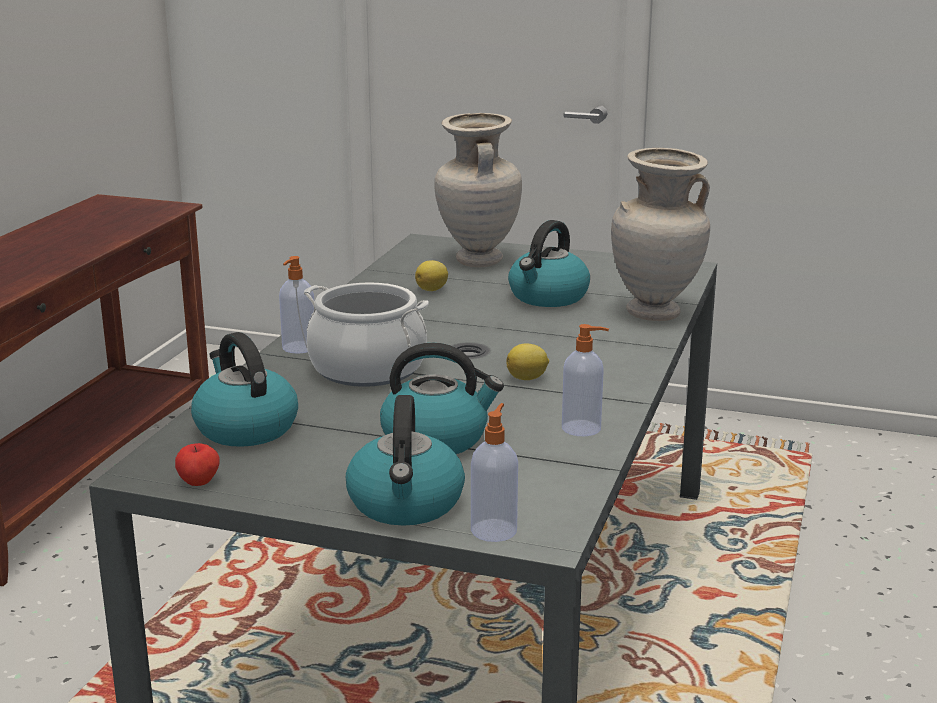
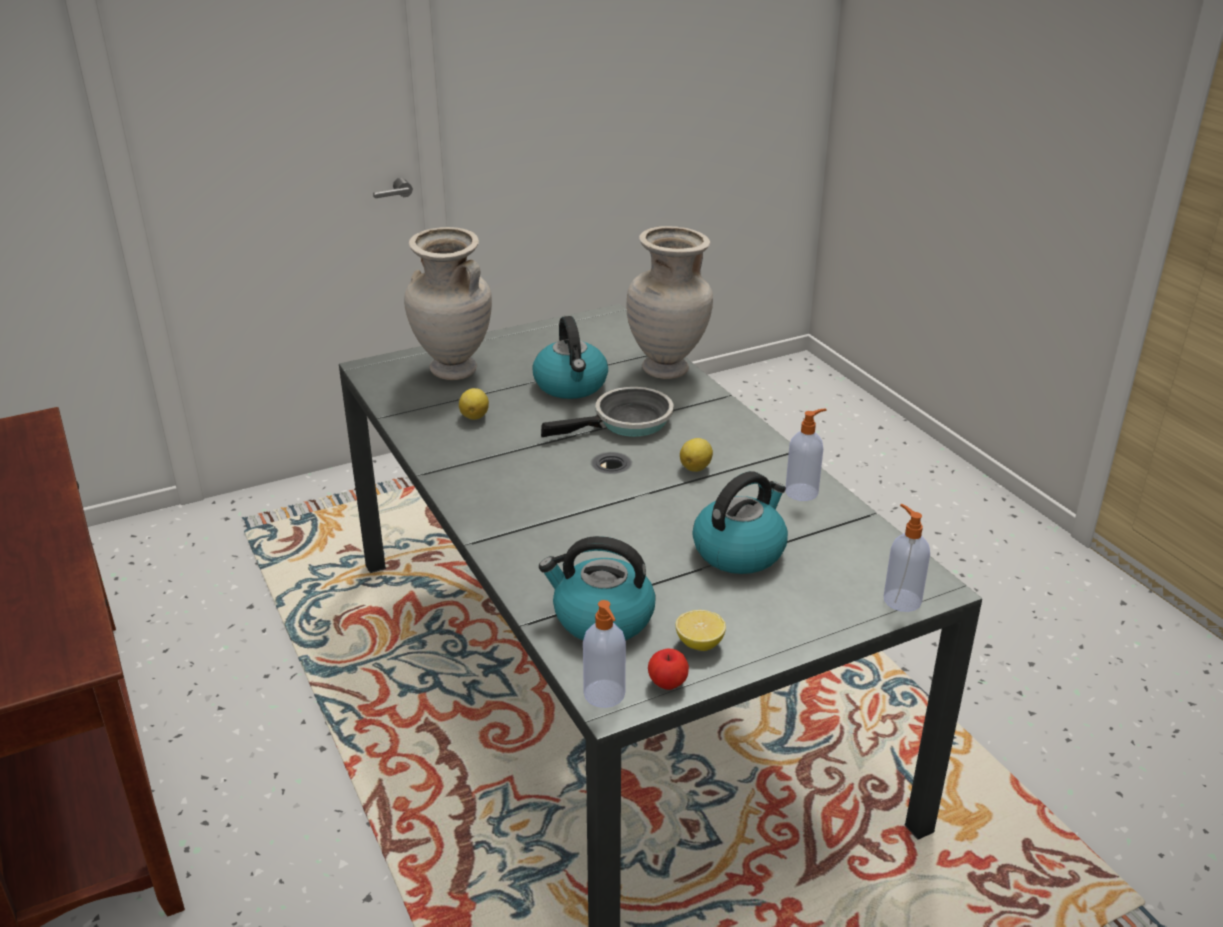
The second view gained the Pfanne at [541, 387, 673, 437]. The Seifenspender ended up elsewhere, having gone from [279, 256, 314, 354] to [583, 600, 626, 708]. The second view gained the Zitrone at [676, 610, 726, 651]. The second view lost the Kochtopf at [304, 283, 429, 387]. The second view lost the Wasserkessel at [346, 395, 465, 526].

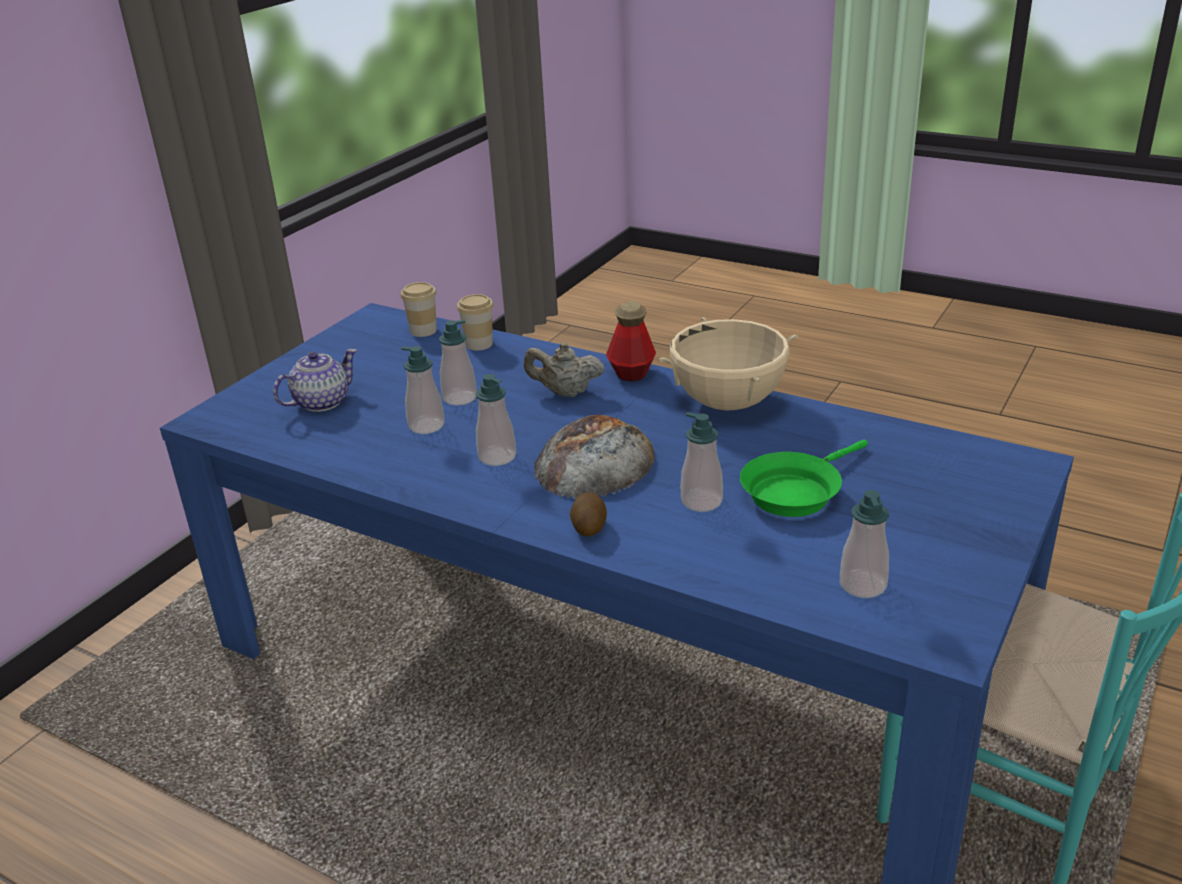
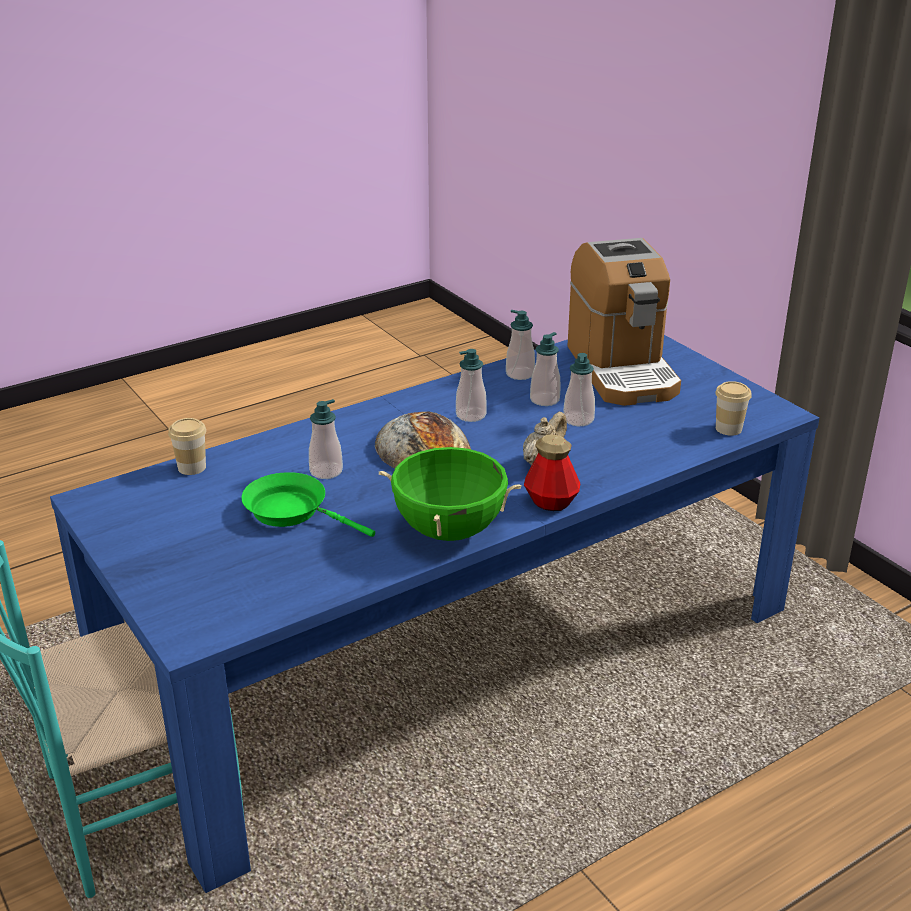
The Tasse ended up elsewhere, having gone from [457, 294, 494, 351] to [168, 418, 206, 475]. The Pfanne (grün) at [740, 440, 868, 517] ended up facing another way, 45 degrees counterclockwise from before. What was the Kochtopf (beige) at [659, 317, 798, 410] turned into the Kochtopf (grün) at [379, 442, 521, 541]. The Seifenspender ended up elsewhere, having gone from [840, 490, 889, 598] to [506, 310, 535, 380]. Where the Teekanne stood at [273, 349, 357, 412], the Kaffeemaschine came to stand at [567, 238, 681, 406]. The second view lost the Kartoffel at [570, 492, 607, 537].

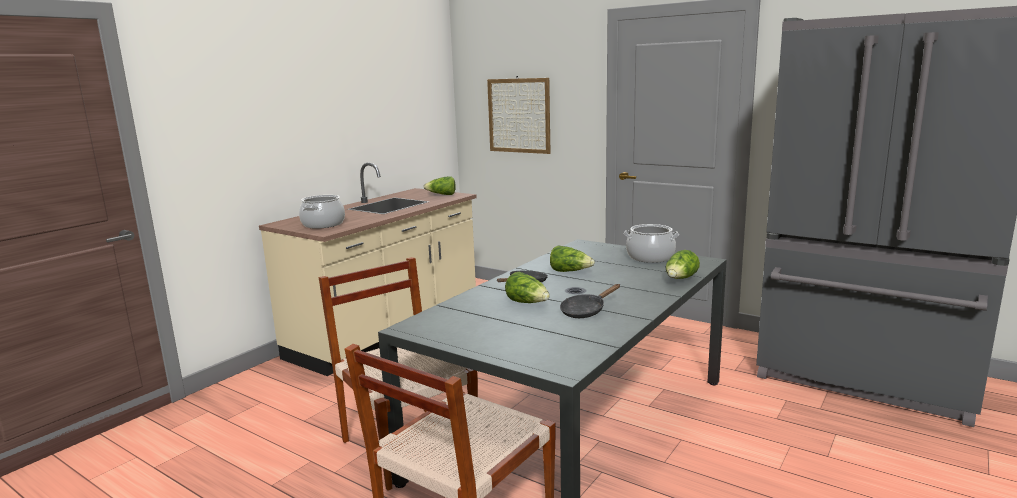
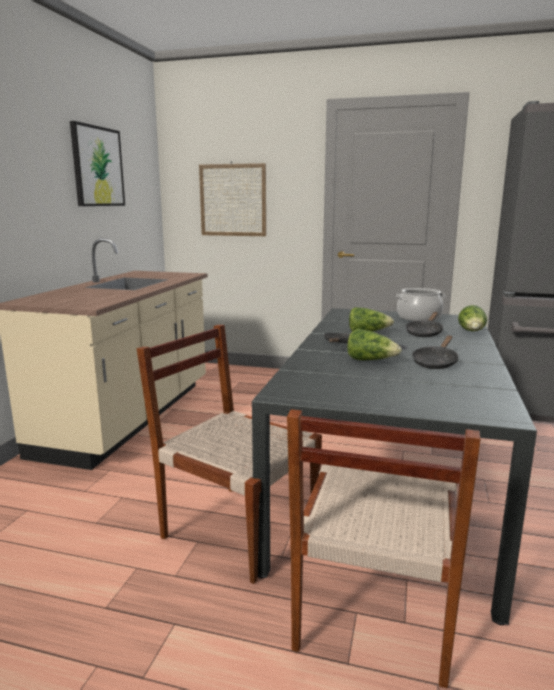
The second view gained the Bild at [70, 121, 125, 206]. The second view gained the Pfanne (schwarz) at [406, 312, 443, 337]. The second view lost the Kochtopf at [299, 195, 345, 229]. The second view lost the Salatkopf at [424, 176, 456, 195].

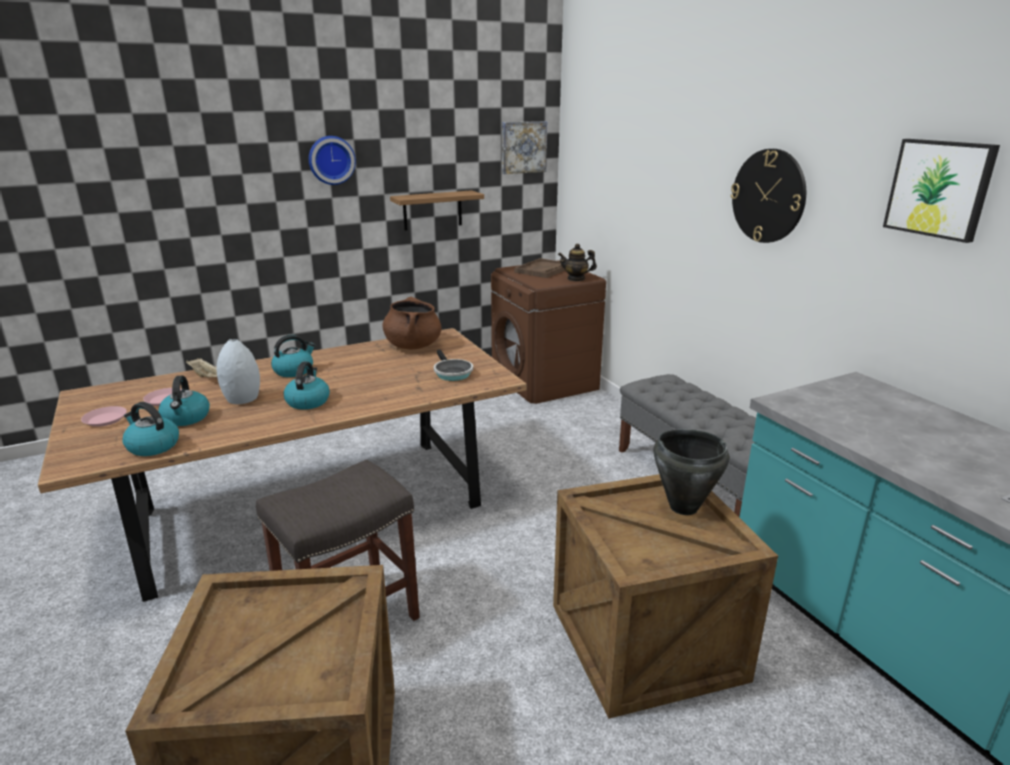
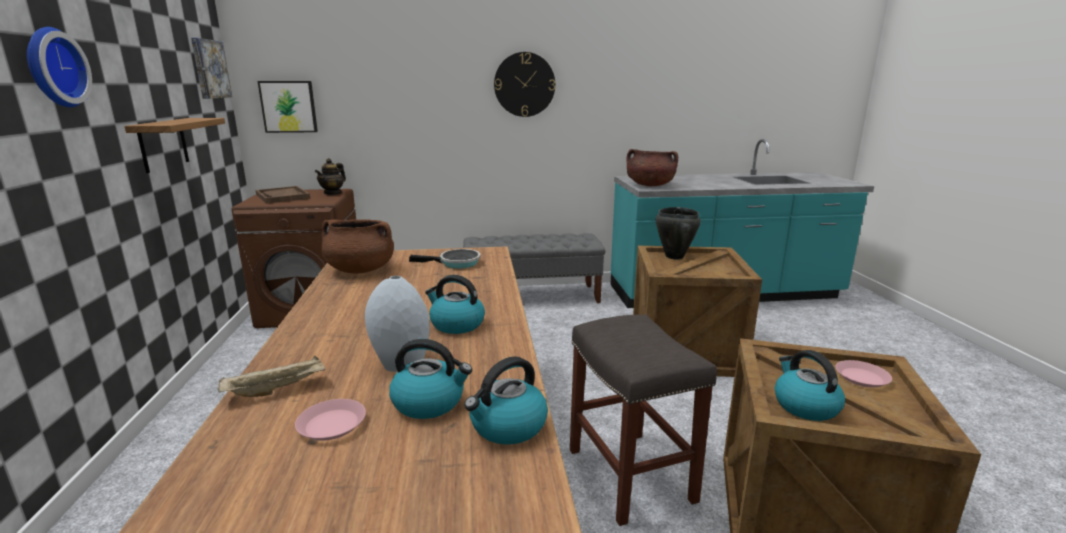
The Bild ended up elsewhere, having gone from [883, 139, 1000, 243] to [258, 81, 318, 133]. The second view gained the Kochtopf (braun) at [626, 149, 678, 186]. The Wasserkessel ended up elsewhere, having gone from [271, 335, 315, 377] to [775, 350, 845, 421]. The Teller (rosa) ended up elsewhere, having gone from [81, 406, 127, 427] to [835, 360, 892, 388].

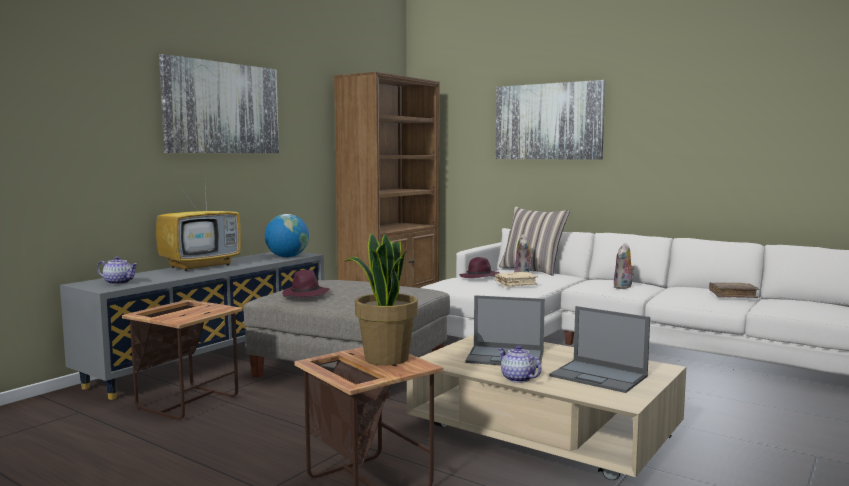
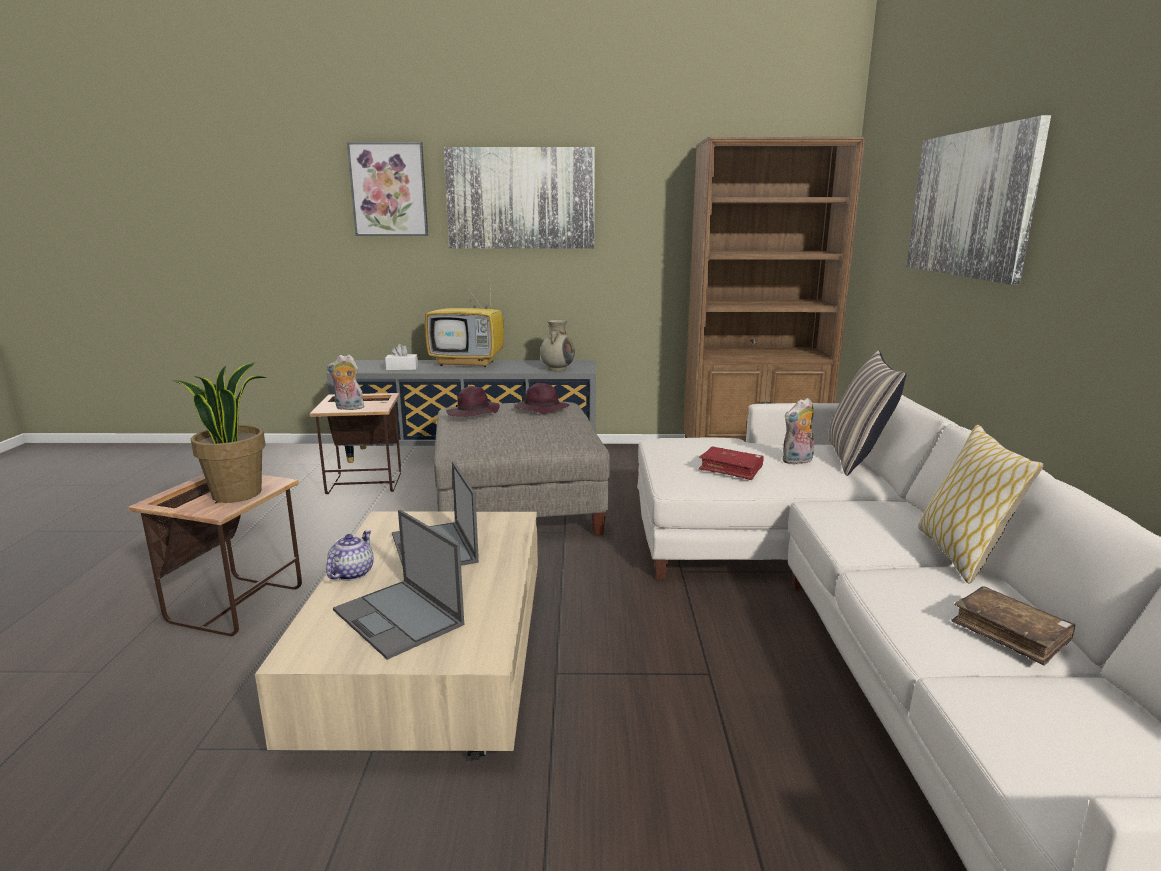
The Plüschtier ended up elsewhere, having gone from [613, 243, 635, 289] to [327, 355, 364, 410]. The Laptop at [549, 306, 650, 393] ended up facing another way, 45 degrees counterclockwise from before. The second view gained the Bild at [347, 142, 428, 236]. The second view gained the Taschentuchbox (weiß) at [385, 344, 418, 370]. The Hut (lila) ended up elsewhere, having gone from [459, 257, 500, 278] to [514, 383, 569, 414]. Where the Globus stood at [265, 214, 309, 257], the Vase (beige) came to stand at [540, 320, 575, 371]. What was the Buch (beige) at [495, 272, 538, 287] turned into the Buch (rot) at [699, 447, 764, 480]. The second view gained the Kissen at [918, 425, 1043, 583]. The second view lost the Teekanne at [97, 256, 138, 285].

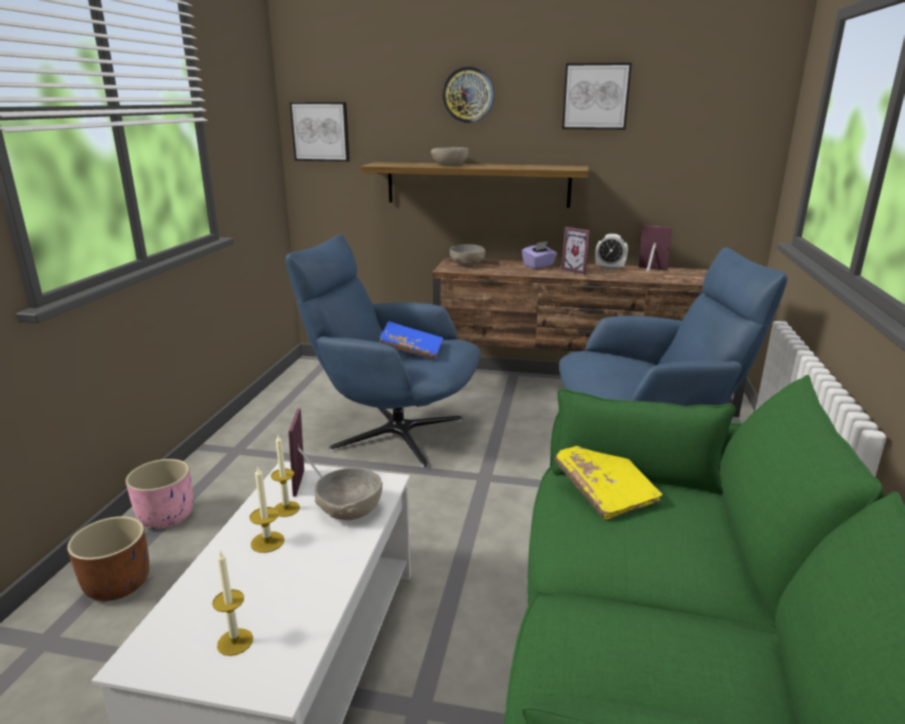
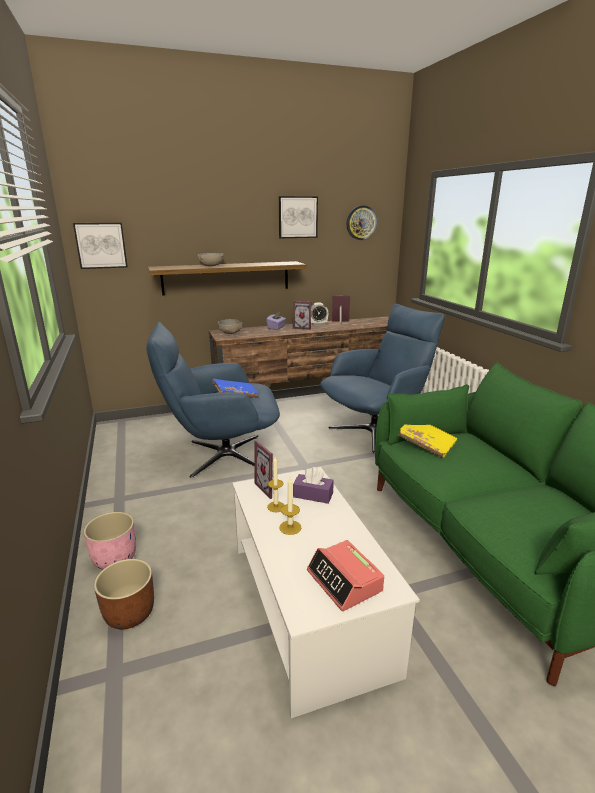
Where the Schüssel (grau) stood at [315, 468, 383, 520], the Taschentuchbox (lila) came to stand at [293, 467, 334, 504]. Where the Kerze stood at [212, 551, 253, 656], the Wecker came to stand at [307, 540, 384, 611]. The Wanduhr ended up elsewhere, having gone from [442, 66, 494, 123] to [346, 205, 377, 240].

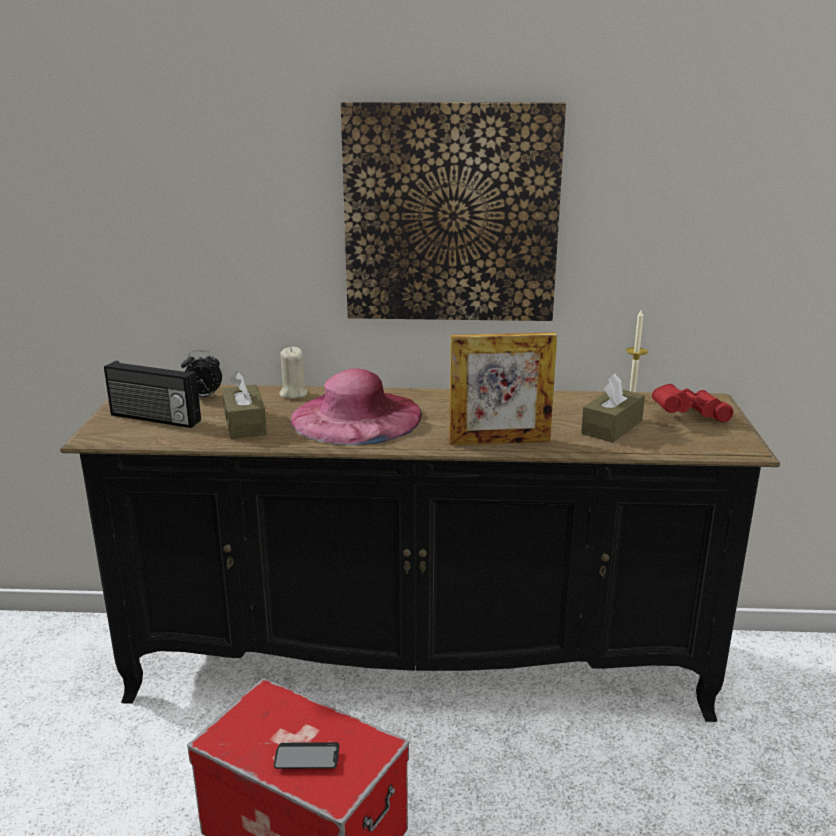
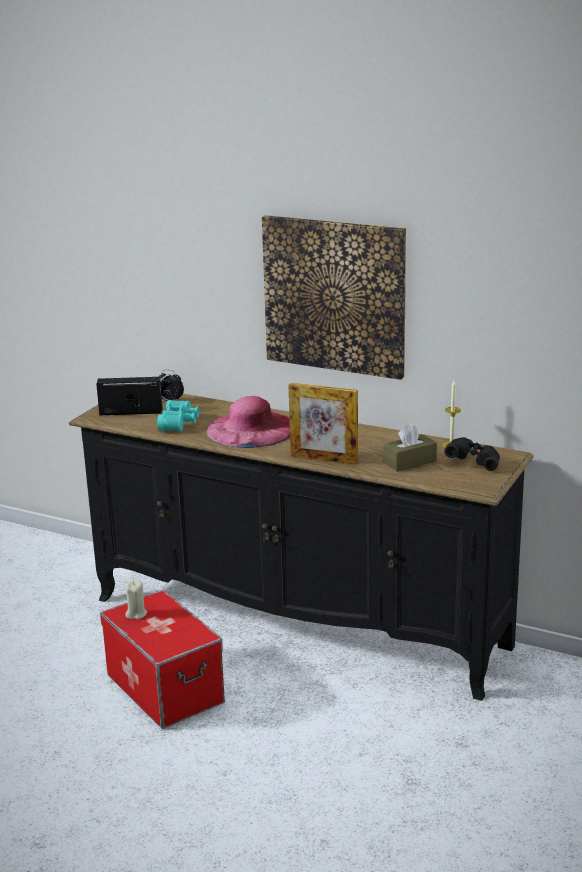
The Radio at [104, 361, 201, 428] ended up facing another way, 135 degrees clockwise from before. The Kerze (beige) ended up elsewhere, having gone from [279, 347, 308, 399] to [125, 580, 147, 619]. Where the Taschentuchbox (braun) stood at [222, 371, 267, 439], the Fernglas (türkis) came to stand at [157, 400, 199, 431]. What was the Fernglas (rot) at [652, 384, 734, 422] turned into the Fernglas (schwarz) at [444, 437, 500, 471]. The second view lost the Handy at [274, 742, 339, 769].

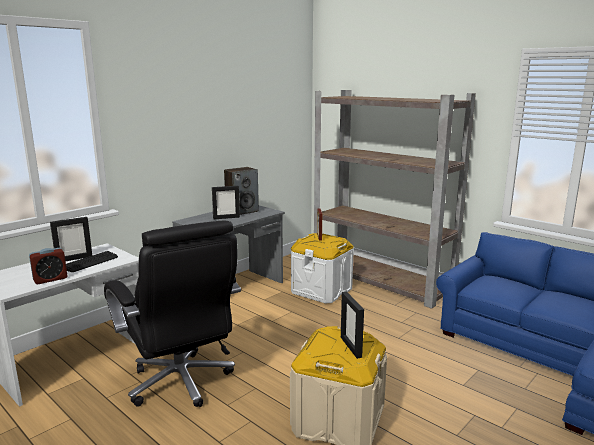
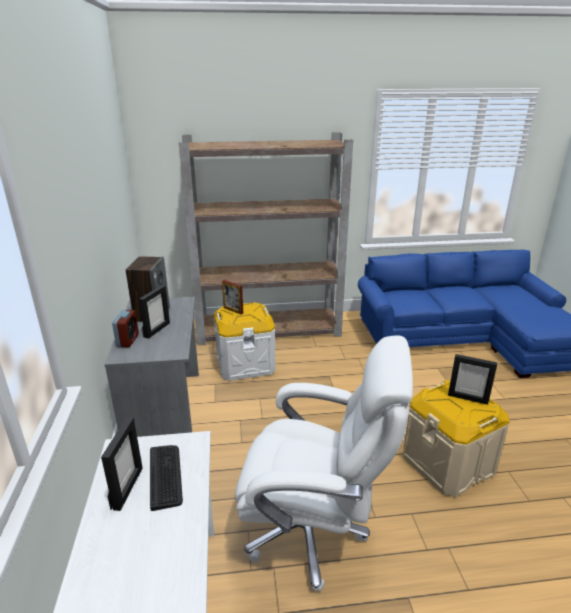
The Wecker ended up elsewhere, having gone from [29, 248, 67, 284] to [112, 310, 139, 347]. What was the Bürostuhl (schwarz) at [104, 220, 241, 407] turned into the Bürostuhl (weiß) at [235, 336, 413, 591].

